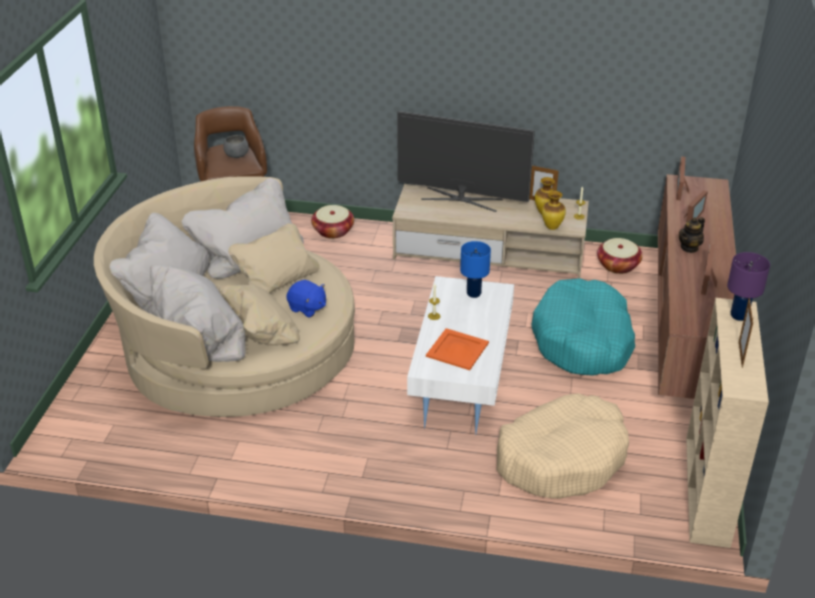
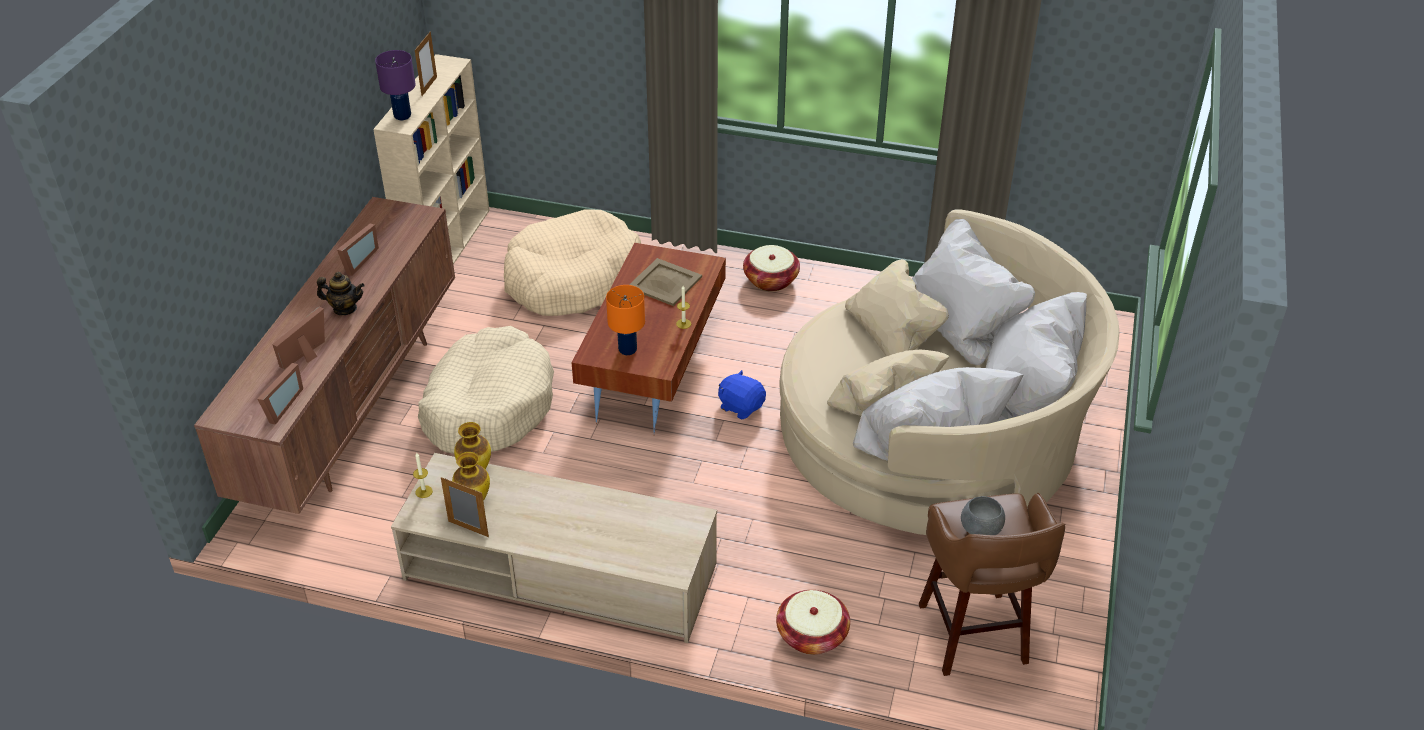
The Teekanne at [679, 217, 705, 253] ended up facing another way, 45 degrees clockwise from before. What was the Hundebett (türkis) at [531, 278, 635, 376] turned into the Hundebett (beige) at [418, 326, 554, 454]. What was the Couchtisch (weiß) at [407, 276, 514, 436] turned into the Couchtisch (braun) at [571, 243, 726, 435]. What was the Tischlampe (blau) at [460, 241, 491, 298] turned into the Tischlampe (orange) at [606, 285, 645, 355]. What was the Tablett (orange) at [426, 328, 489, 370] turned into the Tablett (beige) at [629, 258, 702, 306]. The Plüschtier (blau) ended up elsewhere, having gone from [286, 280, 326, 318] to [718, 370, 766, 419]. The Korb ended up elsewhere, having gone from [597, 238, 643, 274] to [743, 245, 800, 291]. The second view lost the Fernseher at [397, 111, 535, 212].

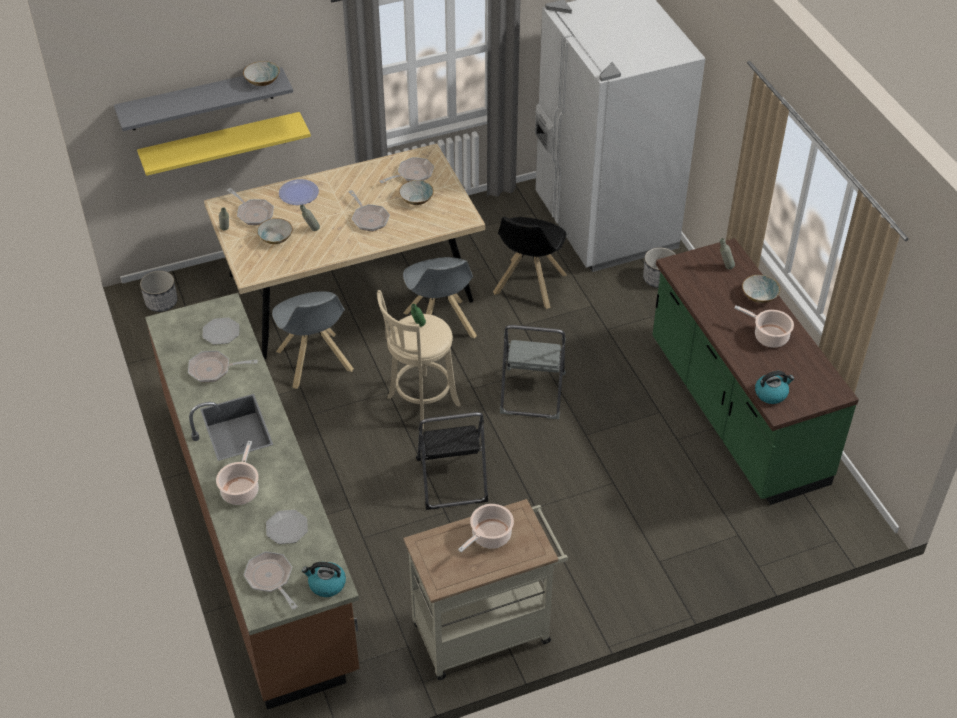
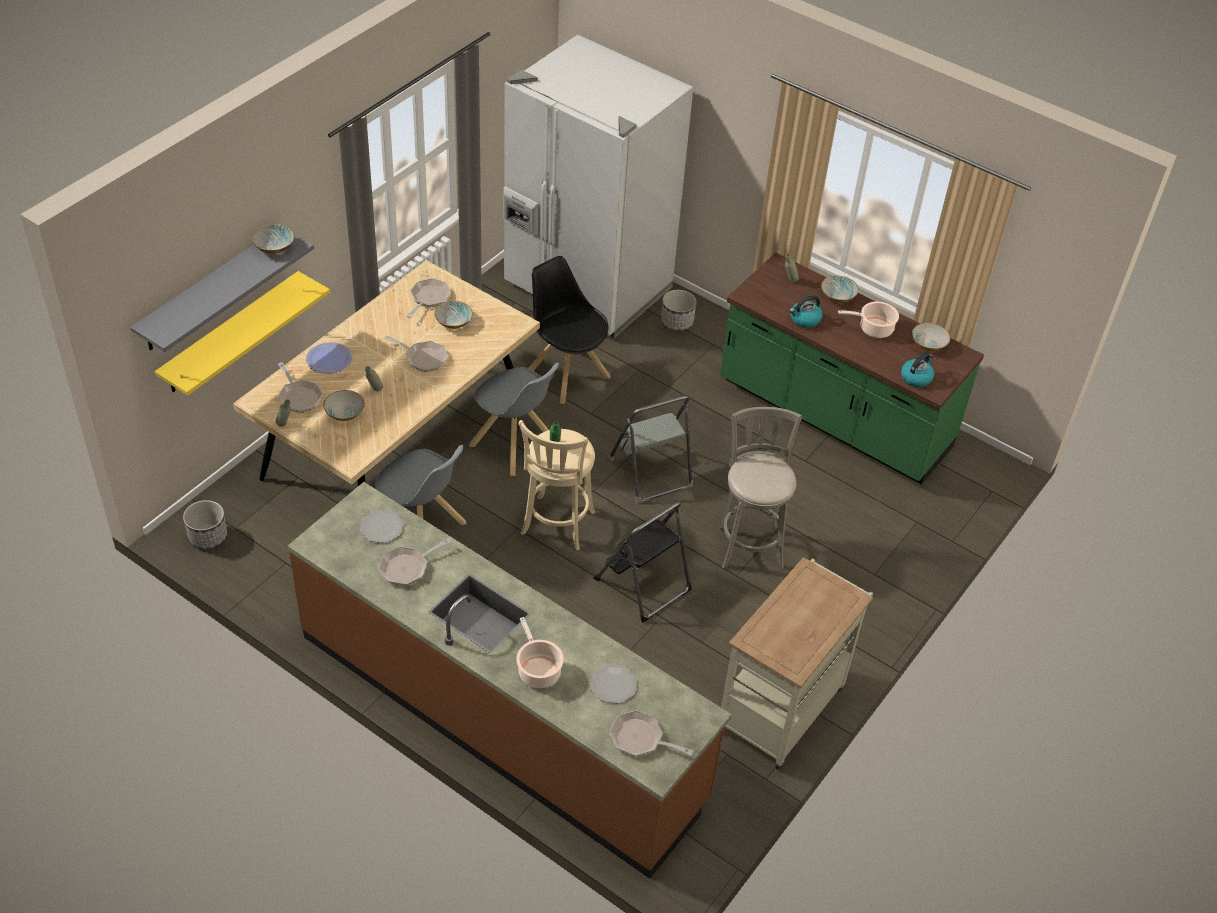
The Pfanne at [227, 188, 274, 225] ended up facing another way, 45 degrees clockwise from before. The Stuhl (schwarz) at [493, 217, 567, 309] ended up facing another way, 150 degrees clockwise from before. The second view gained the Hocker (grau) at [717, 407, 802, 569]. The Wasserkessel ended up elsewhere, having gone from [302, 562, 346, 597] to [790, 295, 823, 328]. The second view gained the Schüssel at [912, 323, 951, 351]. The second view lost the Kochtopf at [458, 504, 514, 552].

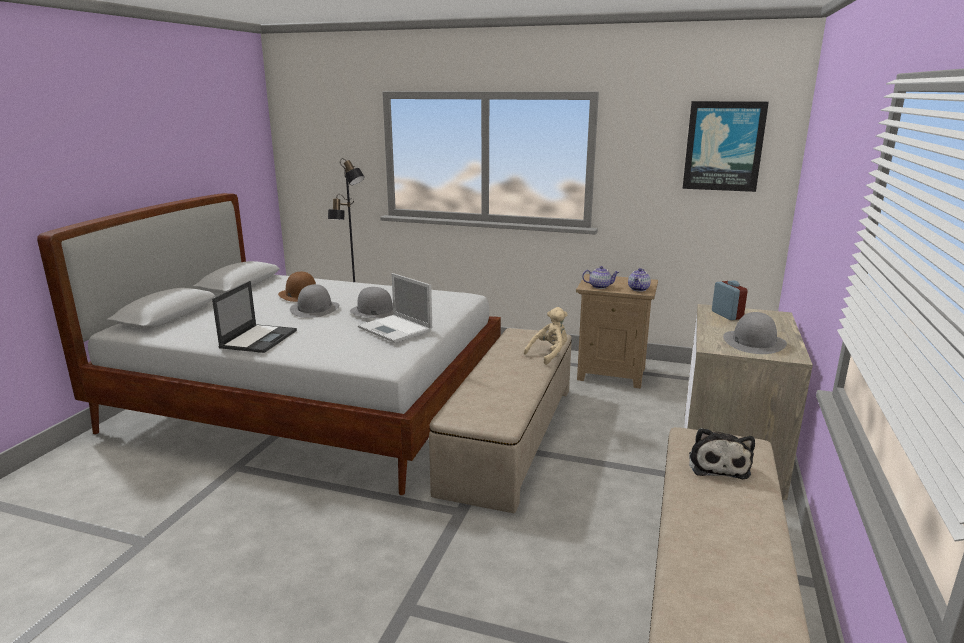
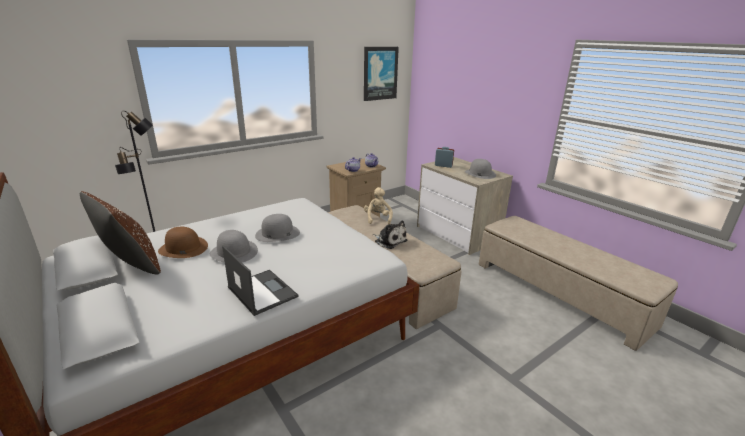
The second view gained the Kissen (braun) at [80, 191, 161, 275]. The Plüschtier ended up elsewhere, having gone from [689, 428, 755, 480] to [373, 220, 407, 249]. The second view lost the Laptop at [358, 273, 432, 343].

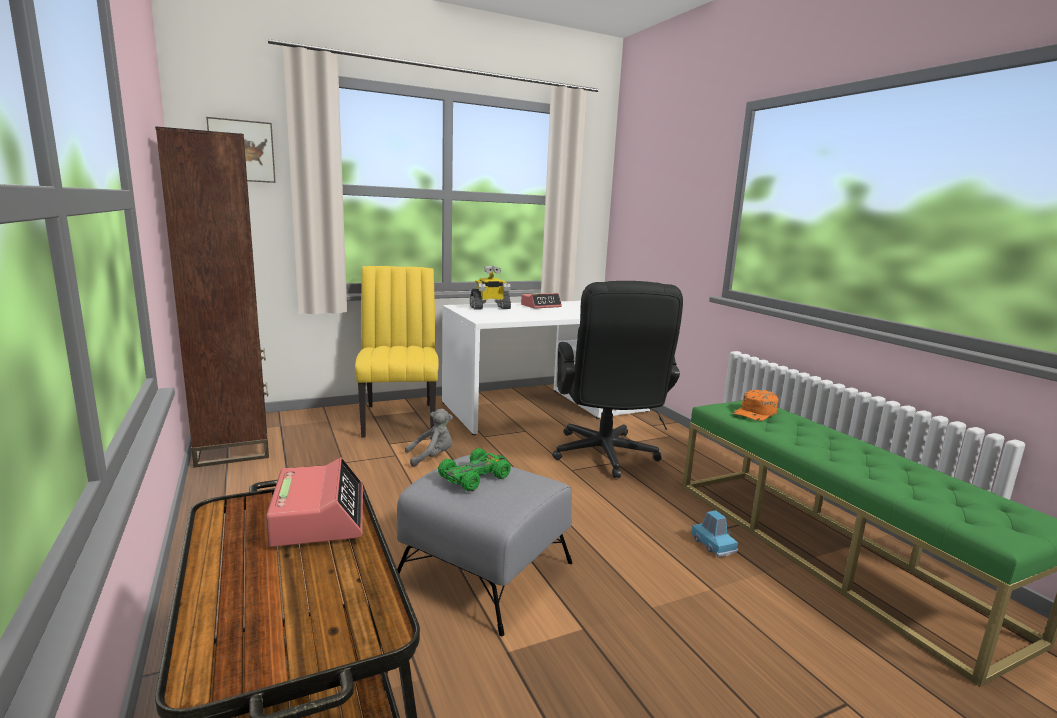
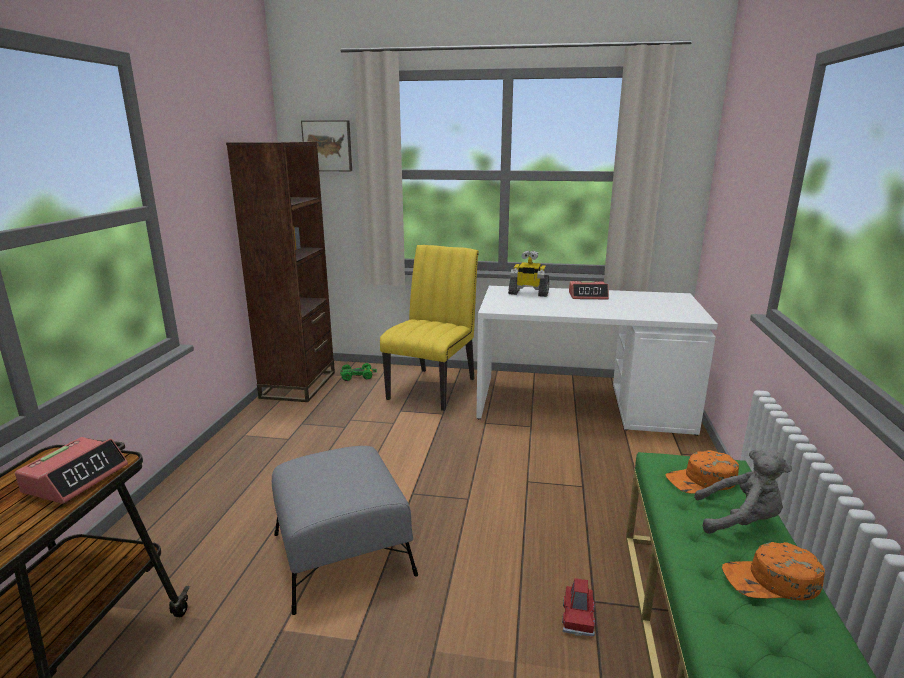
The Spielzeugauto (grün) ended up elsewhere, having gone from [438, 448, 511, 491] to [340, 363, 377, 381]. What was the Spielzeugauto (blau) at [692, 510, 738, 557] turned into the Spielzeugauto (rot) at [562, 578, 595, 636]. The Plüschtier (grau) ended up elsewhere, having gone from [405, 409, 453, 467] to [694, 449, 792, 534]. The second view gained the Kappe (orange) at [722, 542, 825, 600]. The second view lost the Bürostuhl (schwarz) at [552, 281, 683, 478].

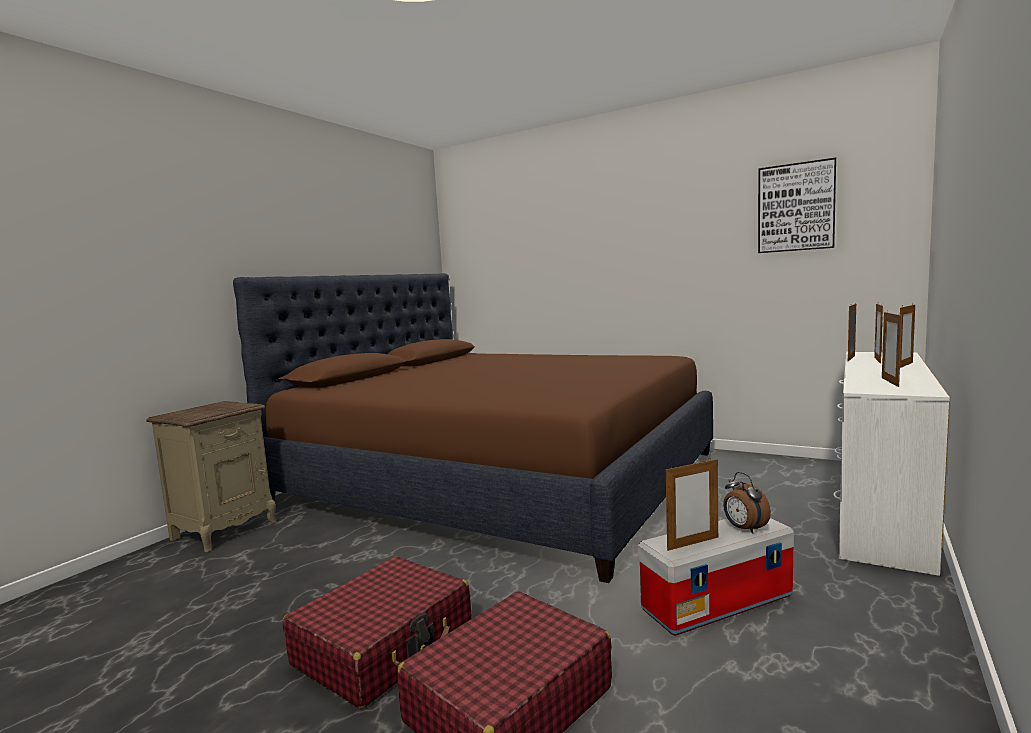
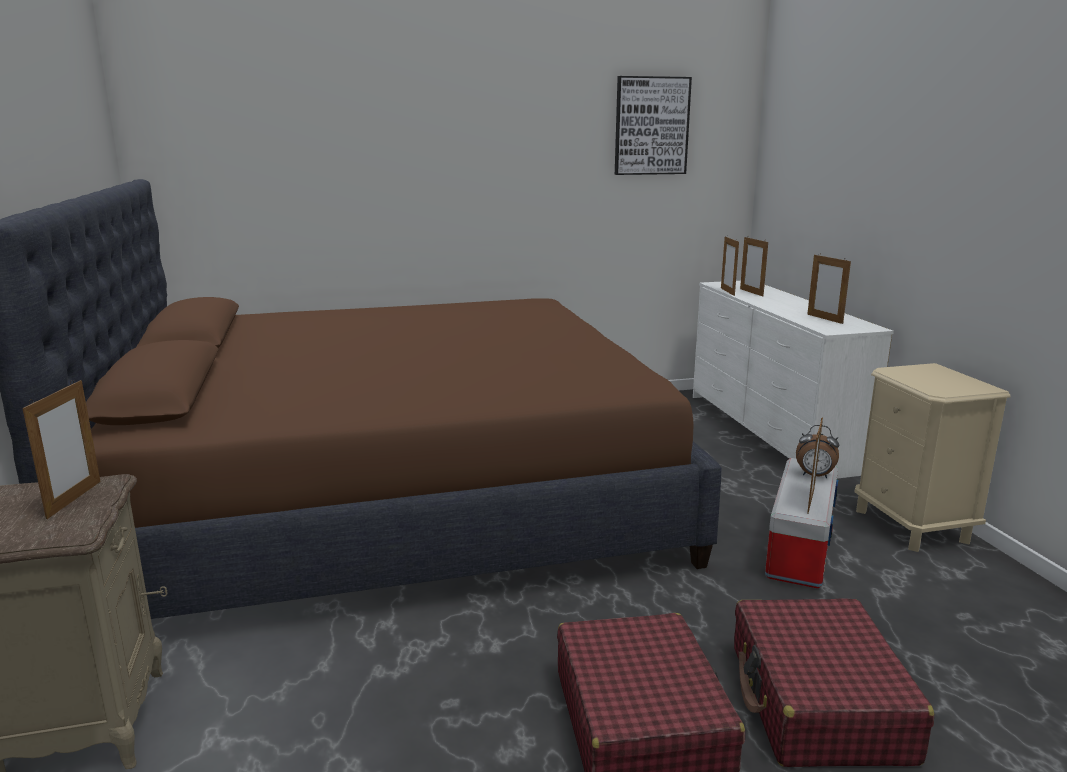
The Bilderrahmen ended up elsewhere, having gone from [900, 305, 915, 368] to [22, 380, 101, 519]. The second view gained the Nachttisch (beige) at [855, 363, 1011, 552].

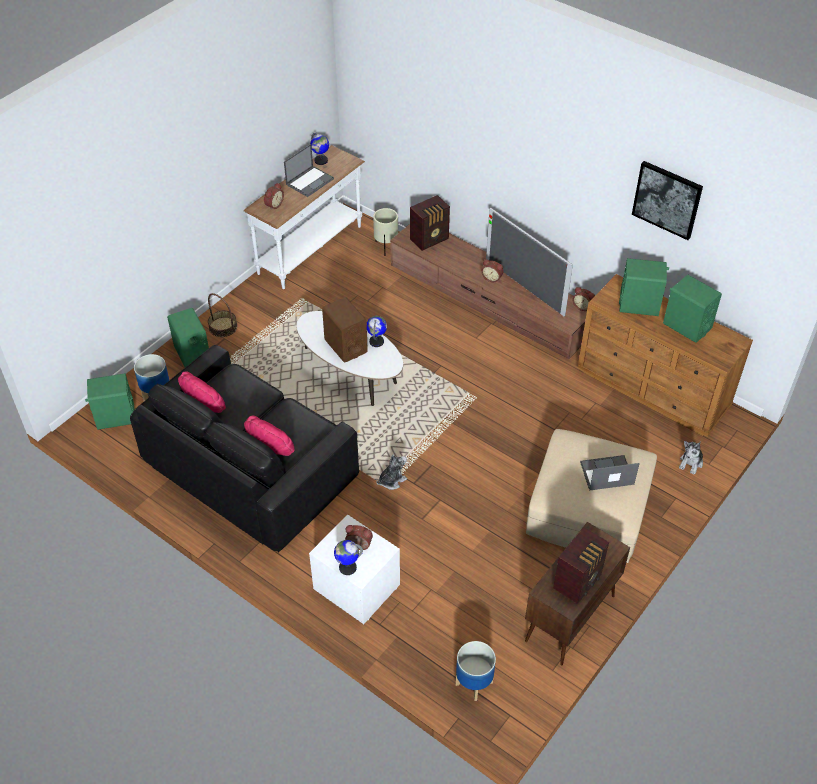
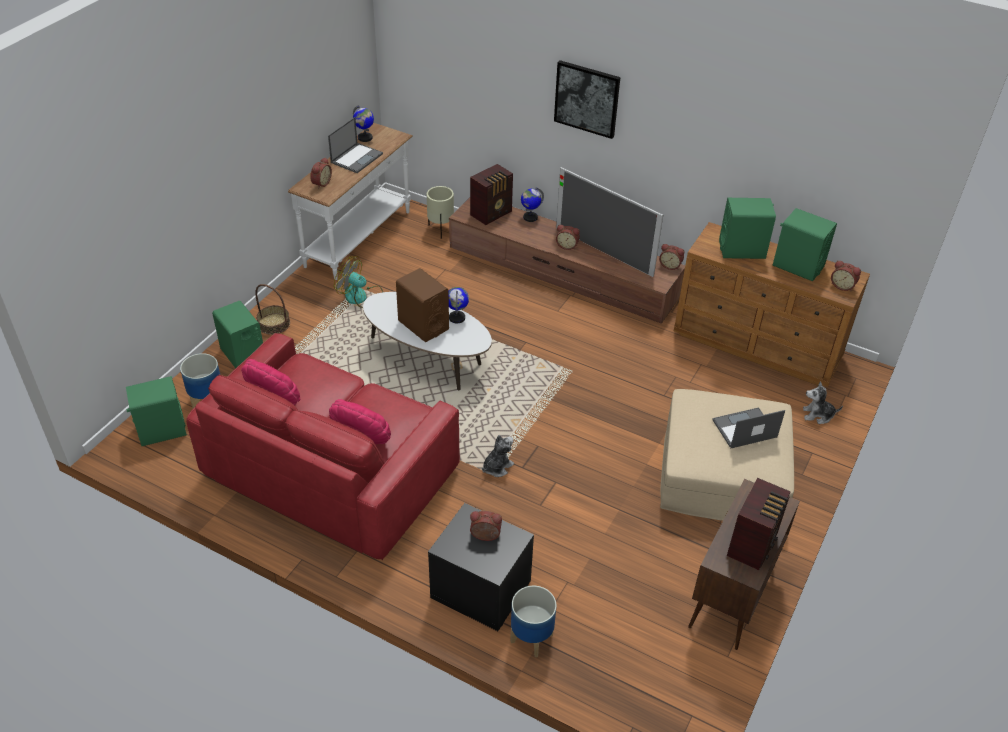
What was the Sofa (schwarz) at [130, 345, 359, 552] turned into the Sofa (rot) at [186, 333, 460, 560]. The second view gained the Ventilator at [334, 256, 383, 308]. What was the Nachttisch (weiß) at [309, 514, 400, 624] turned into the Nachttisch (schwarz) at [428, 503, 534, 631]. The Pflanzkübel ended up elsewhere, having gone from [455, 641, 496, 701] to [510, 586, 557, 657]. The Globus ended up elsewhere, having gone from [334, 540, 363, 575] to [521, 187, 544, 222]. The Bild ended up elsewhere, having gone from [632, 161, 703, 240] to [554, 60, 620, 139]. The Plüschtier at [679, 441, 703, 475] ended up facing another way, 75 degrees clockwise from before. The second view gained the Wecker at [831, 260, 861, 291].

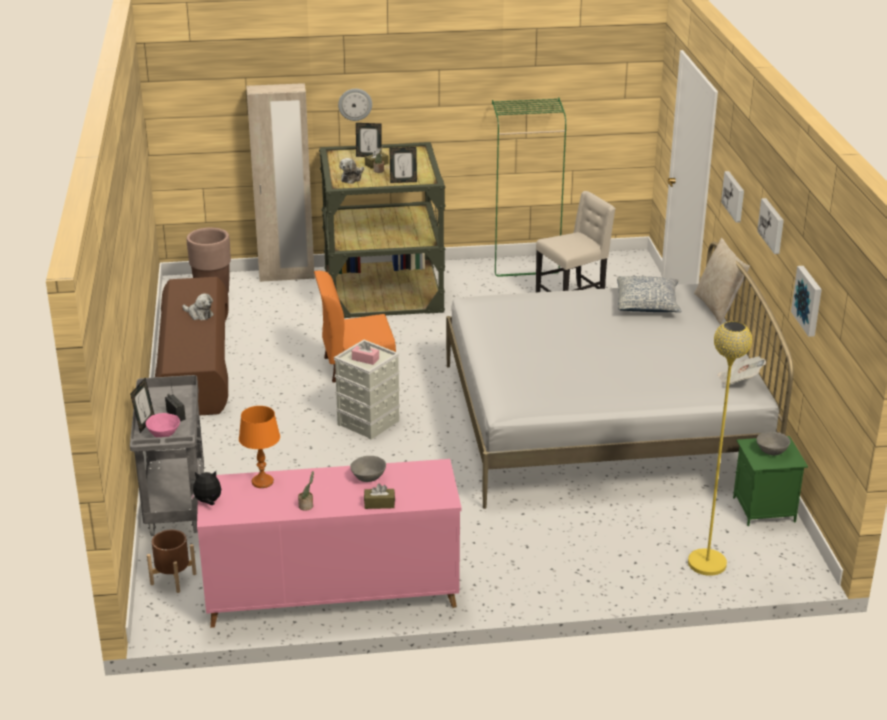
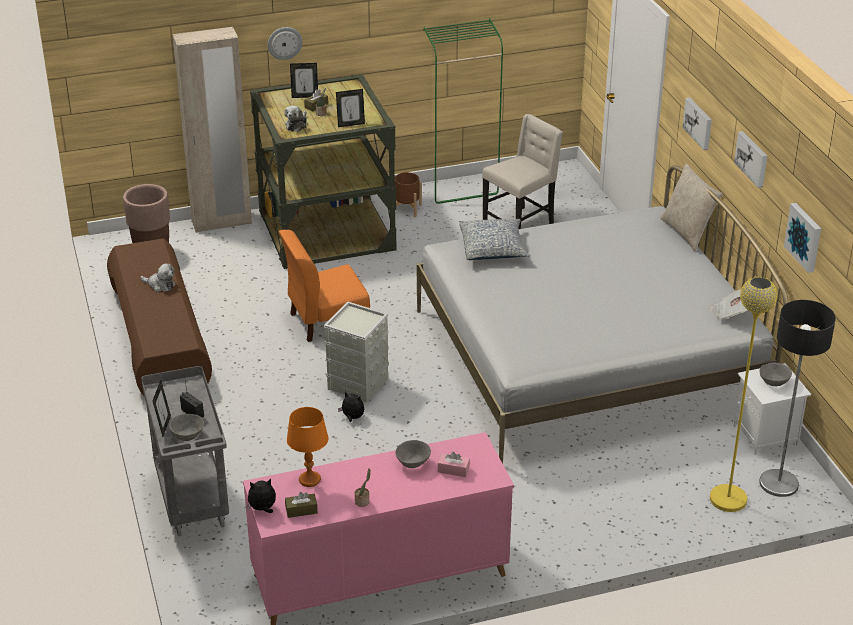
What was the Schüssel (rosa) at [146, 413, 180, 437] turned into the Schüssel (grau) at [169, 414, 204, 441]. The Taschentuchbox (braun) ended up elsewhere, having gone from [364, 484, 395, 509] to [285, 492, 318, 518]. The second view gained the Plüschtier at [338, 391, 364, 422]. The Pflanzkübel (braun) ended up elsewhere, having gone from [147, 530, 197, 593] to [395, 172, 422, 217]. The Taschentuchbox (rosa) ended up elsewhere, having gone from [352, 342, 379, 365] to [438, 452, 470, 477]. The Kissen ended up elsewhere, having gone from [617, 276, 682, 312] to [459, 219, 529, 260]. What was the Nachttisch (grün) at [733, 436, 808, 526] turned into the Nachttisch (weiß) at [734, 363, 811, 455]. The second view gained the Stehlampe at [759, 300, 836, 497].

